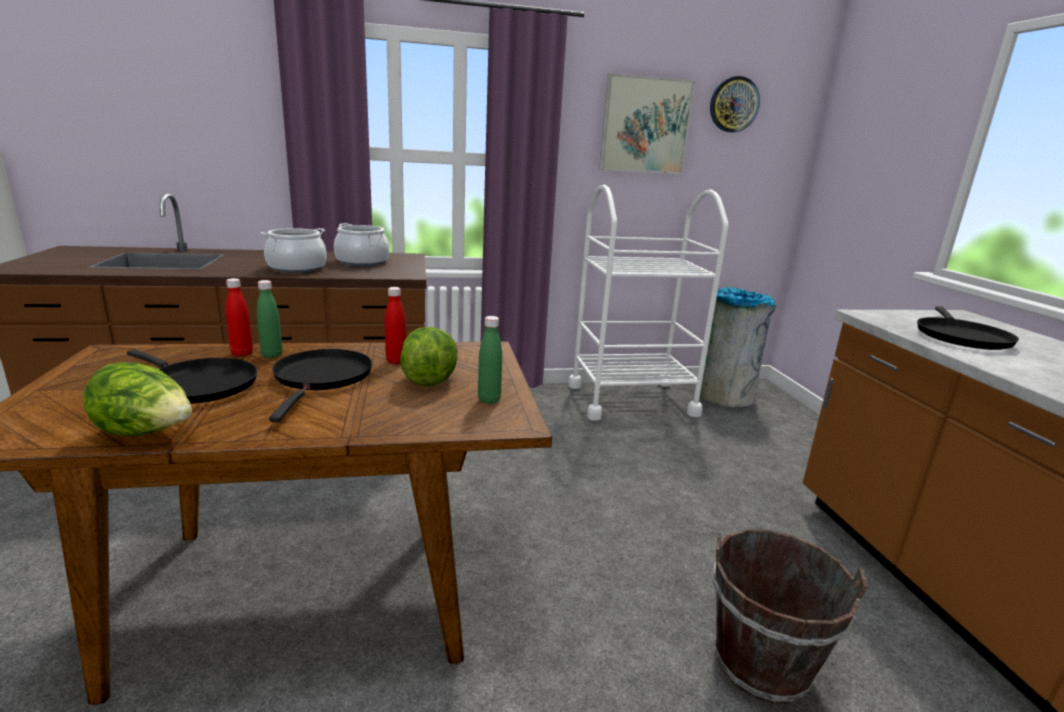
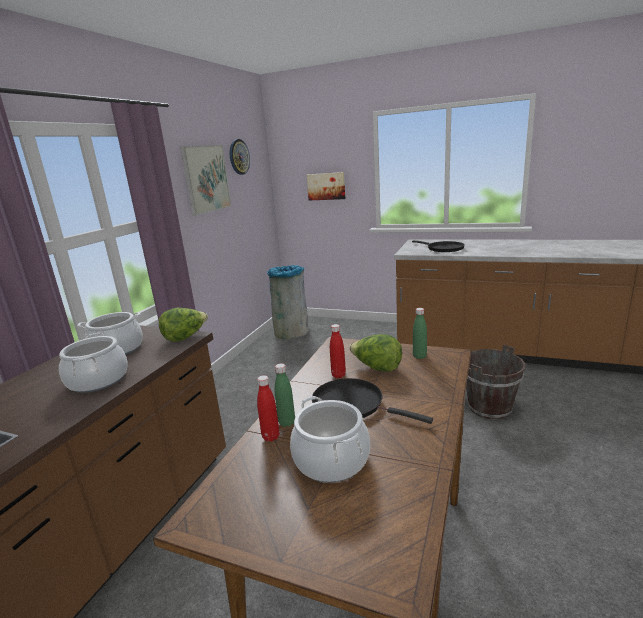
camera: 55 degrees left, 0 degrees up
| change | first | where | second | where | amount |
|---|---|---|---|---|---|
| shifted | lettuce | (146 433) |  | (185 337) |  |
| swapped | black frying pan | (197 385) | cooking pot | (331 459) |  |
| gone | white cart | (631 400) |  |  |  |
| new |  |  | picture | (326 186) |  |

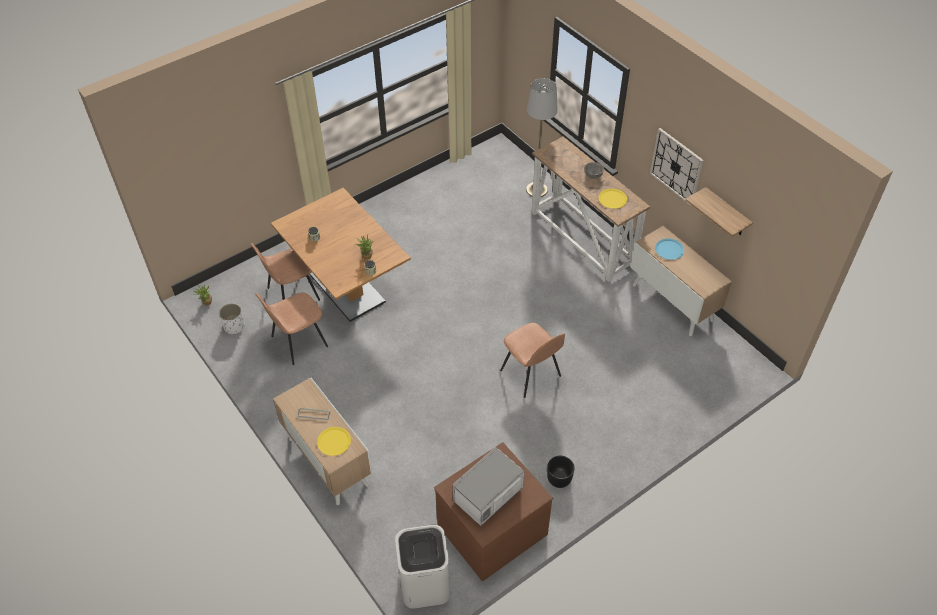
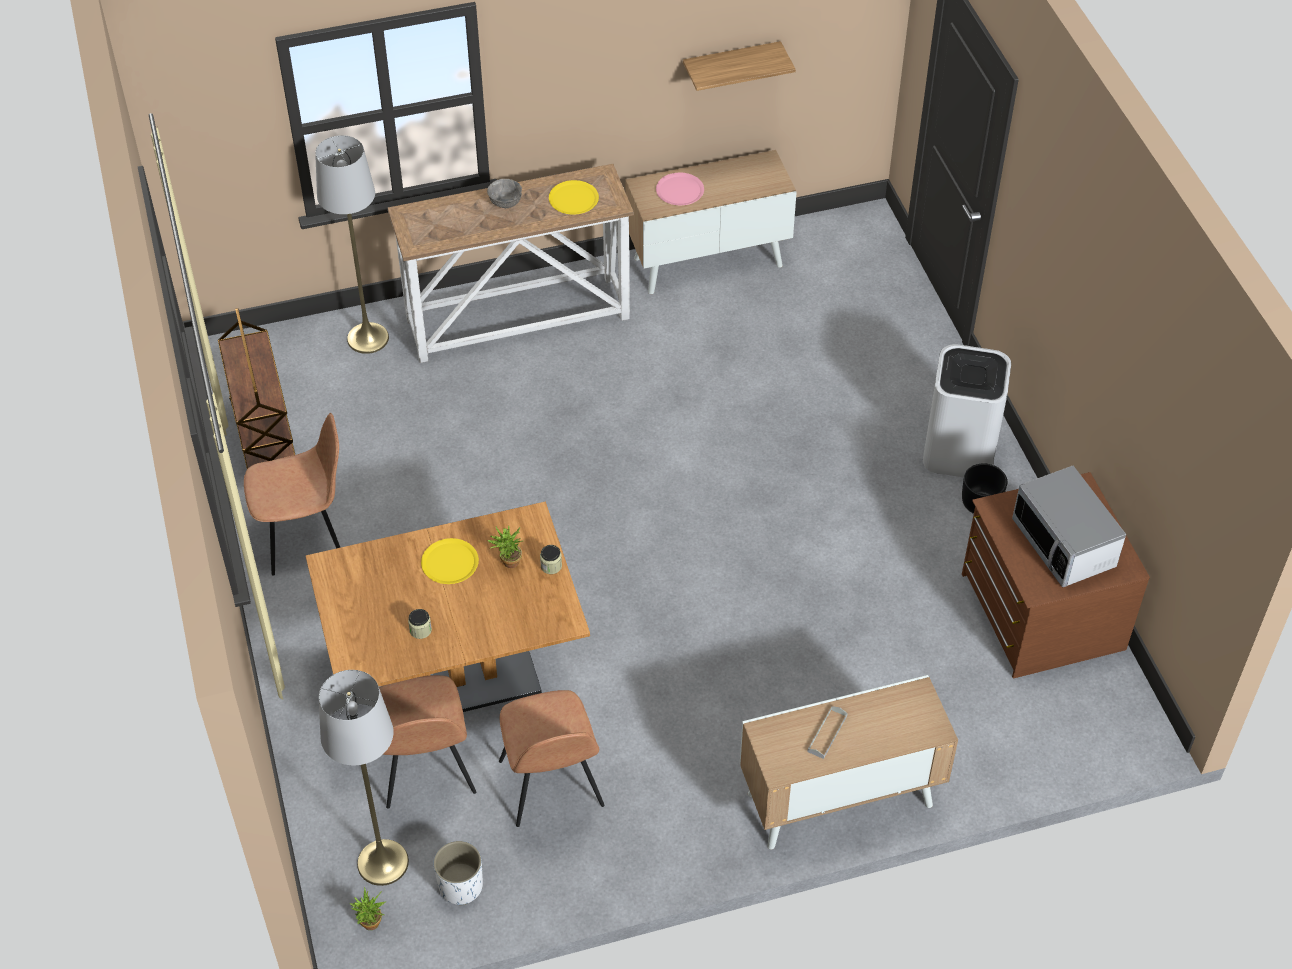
camera: 70 degrees left, 0 degrees up
| change | first | where | second | where | amount |
|---|---|---|---|---|---|
| shifted | yellow plate | (334 441) |  | (450 562) |  |
| shifted | white trash can | (425 583) |  | (958 450) |  |
| shifted | brown chair | (531 374) |  | (306 537) |  |
| gone | wall clock | (676 166) |  |  |  |
| repainted | blue plate | (669 249) | pink plate | (680 190) |  |
| new |  |  | brown cart | (265 440) |  |
| new |  |  | grey floor lamp | (382 862) |  |

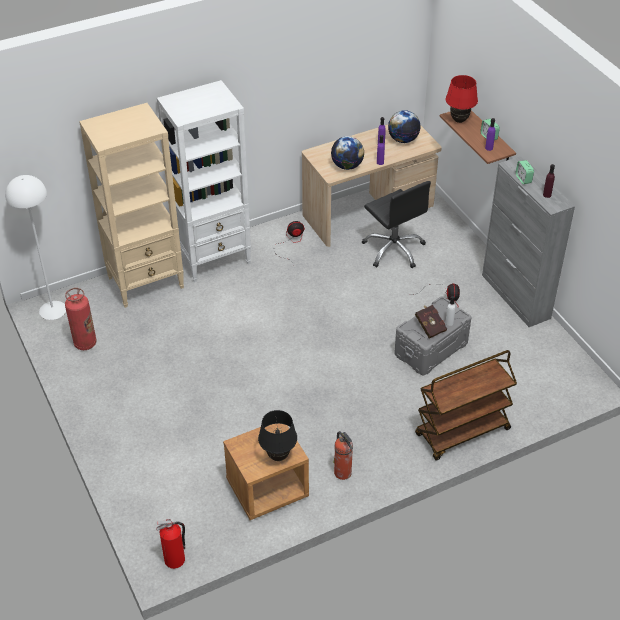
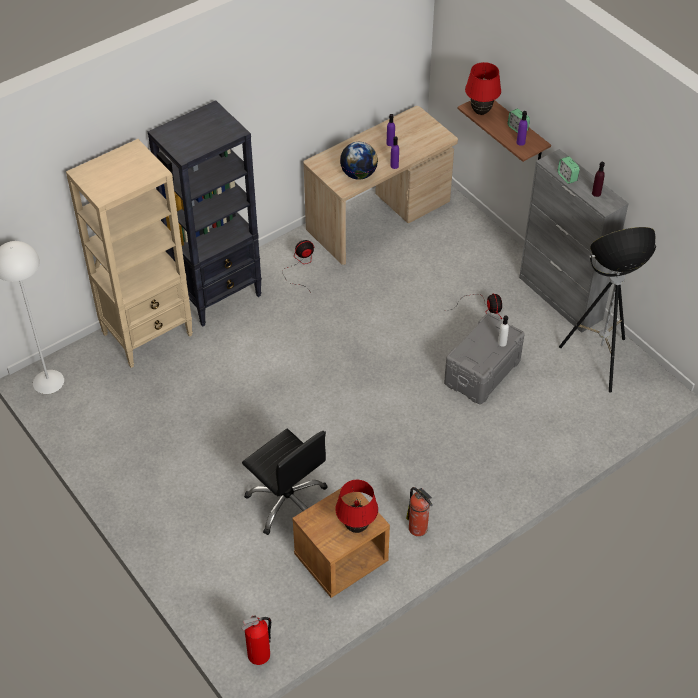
camera: 10 degrees left, 5 degrees up
| change | first | where | second | where | amount |
|---|---|---|---|---|---|
| gone | fire extinguisher | (85 343) |  |  |  |
| repainted | white bookcase | (214 258) | black bookcase | (218 294) |  |
| repainted | black table lamp | (278 456) | red table lamp | (356 527) |  |
| shifted | black office chair | (394 249) |  | (288 502) |  |
| gone | globe | (403 139) |  |  |  |
| gone | red book | (429 326) |  |  |  |
| gone | brown cart | (462 433) |  |  |  |
| new |  |  | floor lamp | (598 361) |  |

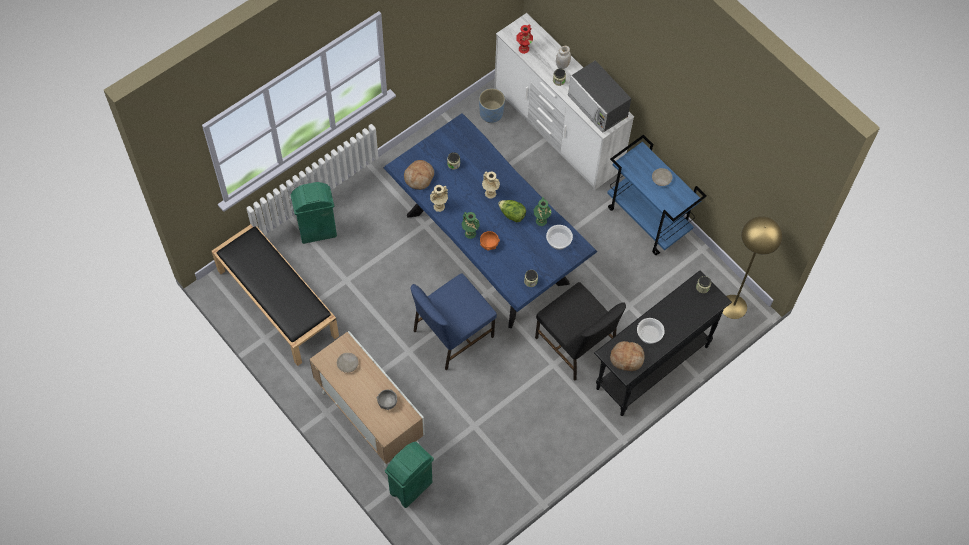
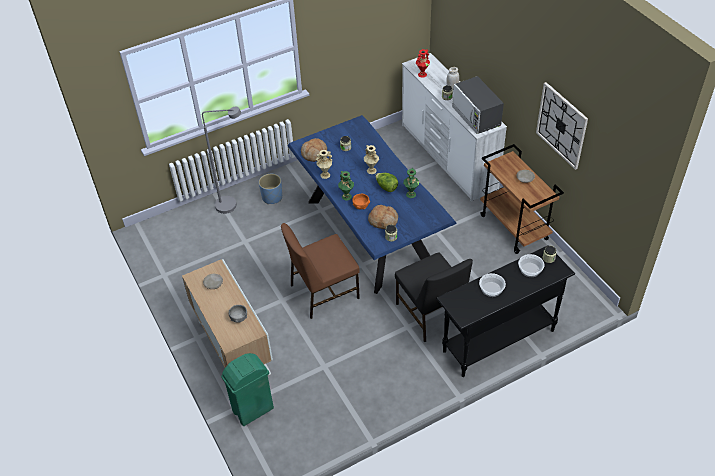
camera: 15 degrees right, 15 degrees down
| change | first | where | second | where | amount |
|---|---|---|---|---|---|
| gone | black bench | (276 302) |  |  |  |
| swapped | green trash can | (317 231) | grey floor lamp | (232 204) |  |
| repainted | blue chair | (452 334) | brown chair | (323 292) |  |
| shifted | blue planter | (491 113) |  | (272 197) |  |
| shifted | bowl | (559 241) |  | (530 270) |  |
| repainted | blue cart | (648 220) | brown cart | (514 227) |  |
| shifted | bread | (627 358) |  | (383 220) |  |
| gone | yellow floor lamp | (733 307) |  |  |  |
| new |  |  | wall clock | (561 125) |  |

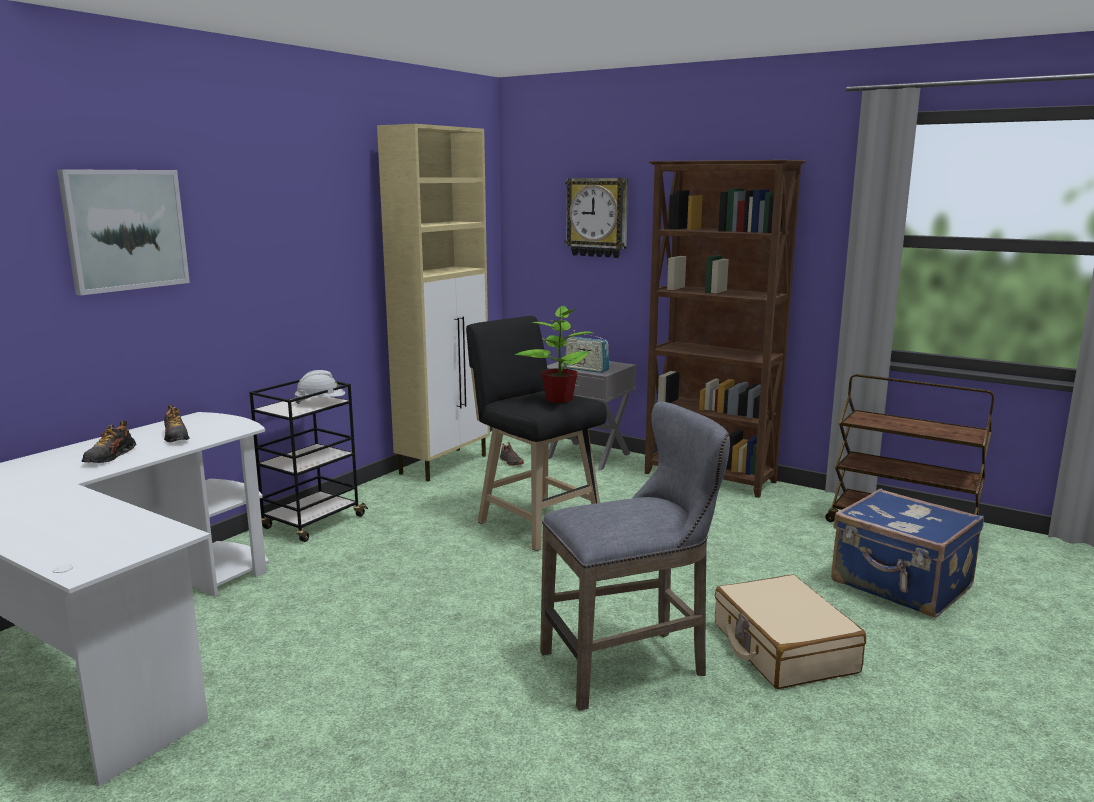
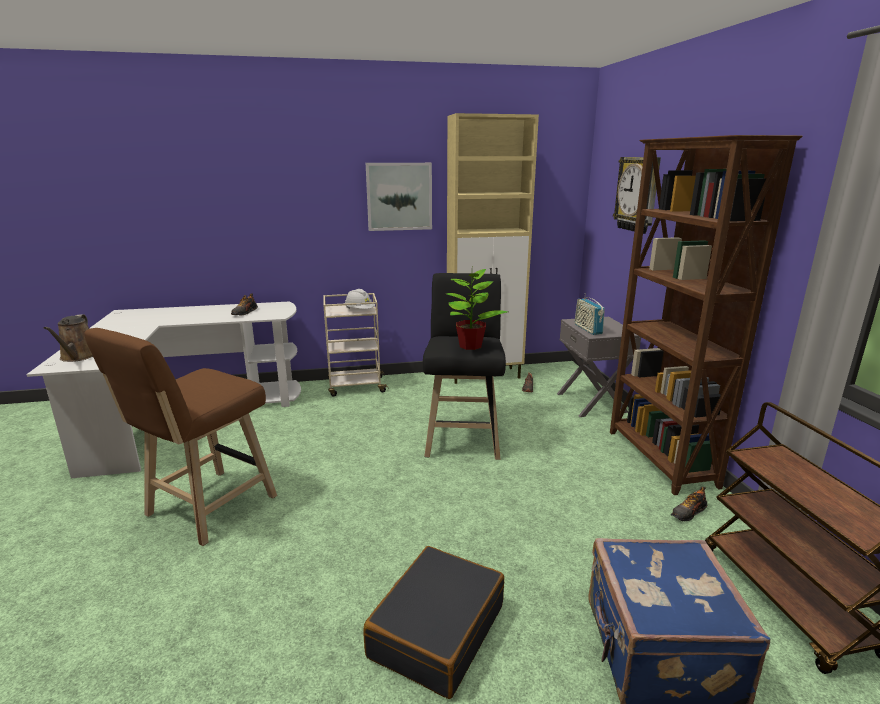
camera: 45 degrees right, 5 degrees up
| change | first | where | second | where | amount |
|---|---|---|---|---|---|
| shifted | picture | (125 230) |  | (399 196) |  |
| shifted | shoe | (110 457) |  | (688 513) |  |
| repainted | black cart | (312 523) | beige cart | (355 387) |  |
| gone | grey stool | (632 664) |  |  |  |
| repainted | beige suitcase | (783 648) | black suitcase | (436 630) |  |
| new |  |  | brown watering can | (79 357) |  |
| new |  |  | brown stool | (206 509) |  |

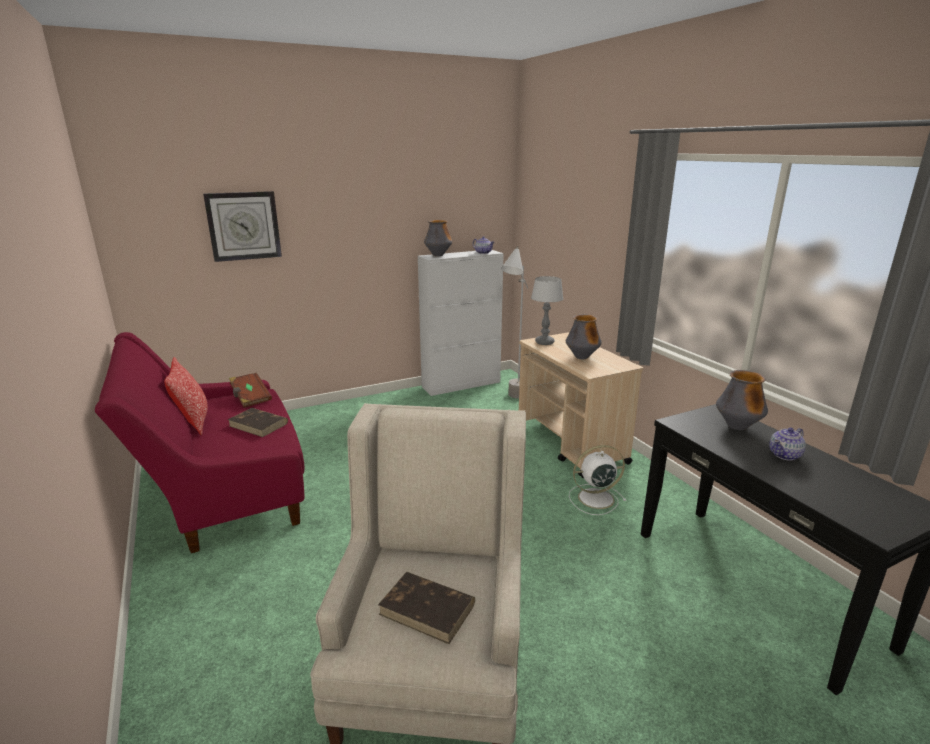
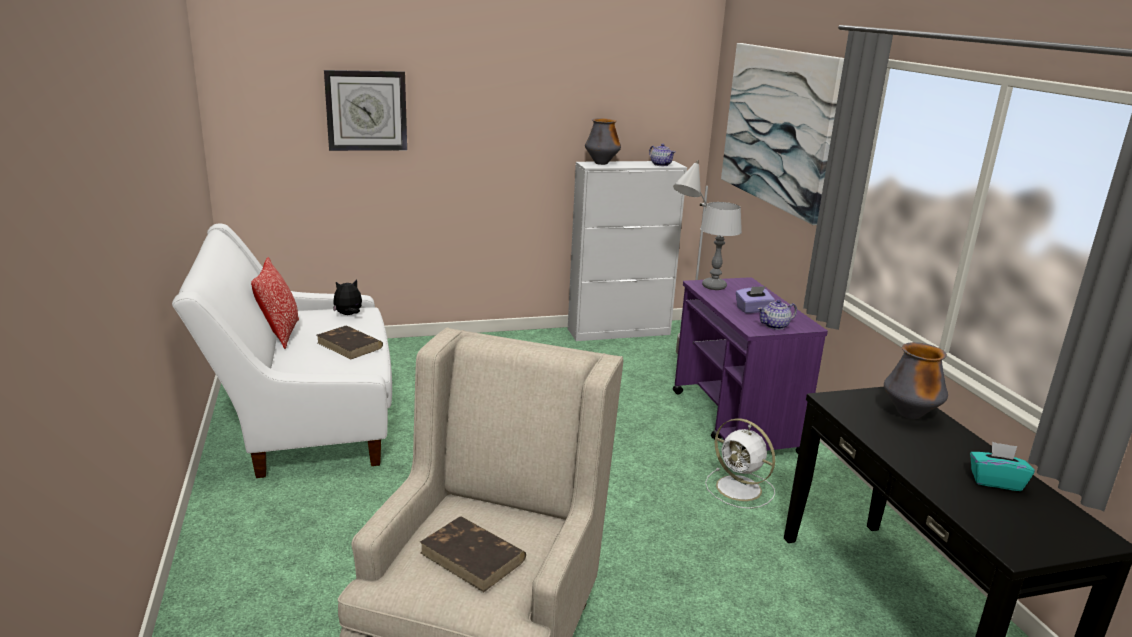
camera: 10 degrees right, 0 degrees up
| change | first | where | second | where | amount |
|---|---|---|---|---|---|
| repainted | red sofa | (223 490) | white sofa | (304 417) |  |
| swapped | brown book | (250 398) | plush toy | (348 315) |  |
| repainted | beige cart | (571 445) | purple cart | (735 422) |  |
| swapped | vase | (582 357) | purple tissue box | (753 310) |  |
| rotated | white fan | (594 498) |  | (740 489) | 135 degrees counterclockwise |
| shifted | teapot | (785 455) |  | (775 326) |  |
| new |  |  | picture | (777 127) |  |
| new |  |  | turquoise tissue box | (995 481) |  |

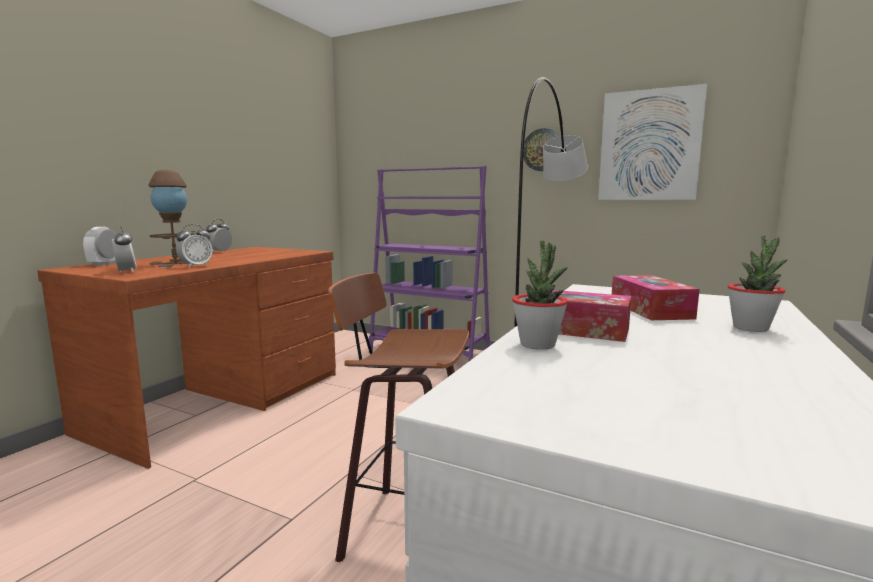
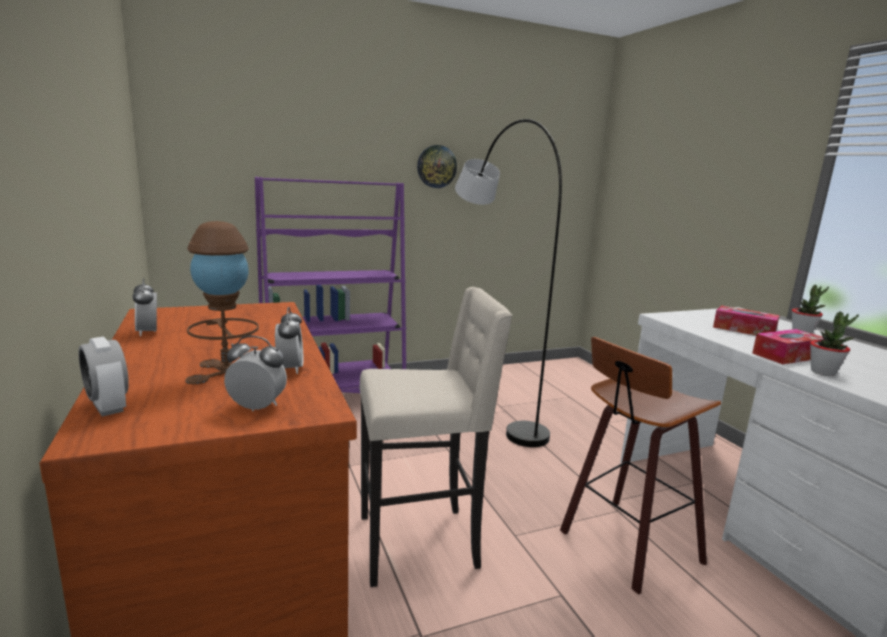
camera: 50 degrees left, 5 degrees up
| change | first | where | second | where | amount |
|---|---|---|---|---|---|
| gone | picture | (649 145) |  |  |  |
| new |  |  | beige stool | (420 543) |  |

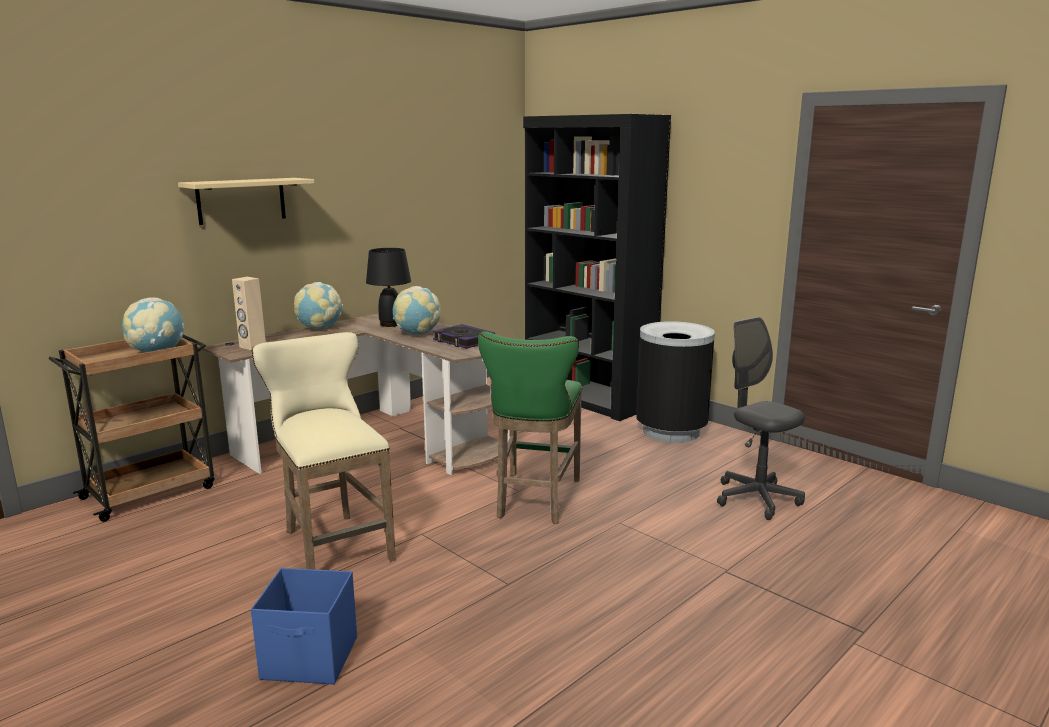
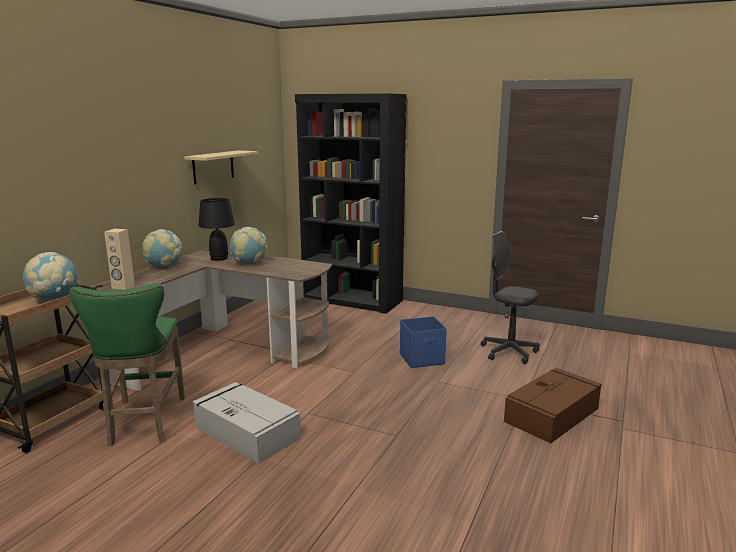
camera: 20 degrees left, 0 degrees up
| change | first | where | second | where | amount |
|---|---|---|---|---|---|
| shifted | beige shelf | (241 200) |  | (213 167) |  |
| shifted | blue storage box | (311 659) |  | (422 359) |  |
| swapped | beige stool | (333 543) | grey storage box | (246 432) |  |
| gone | book | (463 341) |  |  |  |
| shifted | green stool | (534 500) |  | (144 423) |  |
| gone | black trash can | (671 431) |  |  |  |
| new |  |  | brown storage box | (552 414) |  |

